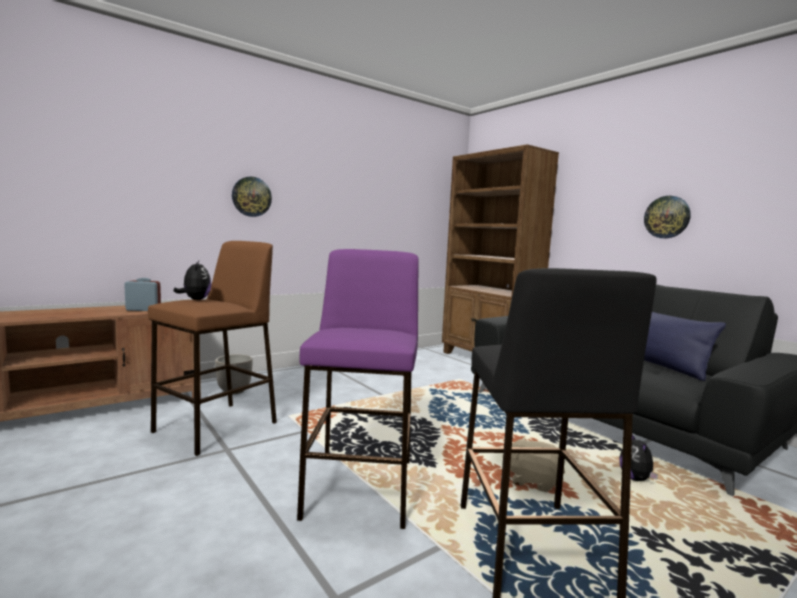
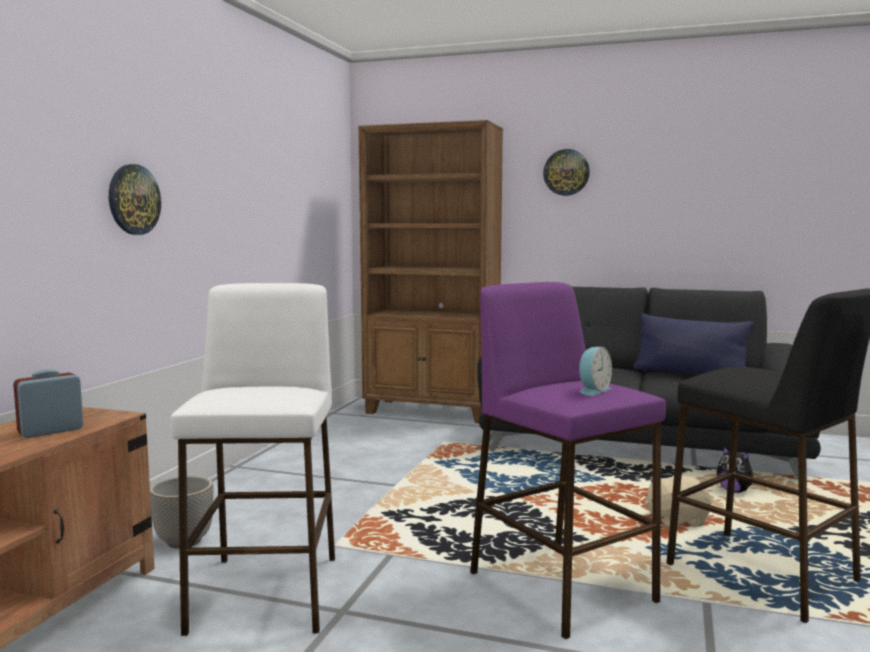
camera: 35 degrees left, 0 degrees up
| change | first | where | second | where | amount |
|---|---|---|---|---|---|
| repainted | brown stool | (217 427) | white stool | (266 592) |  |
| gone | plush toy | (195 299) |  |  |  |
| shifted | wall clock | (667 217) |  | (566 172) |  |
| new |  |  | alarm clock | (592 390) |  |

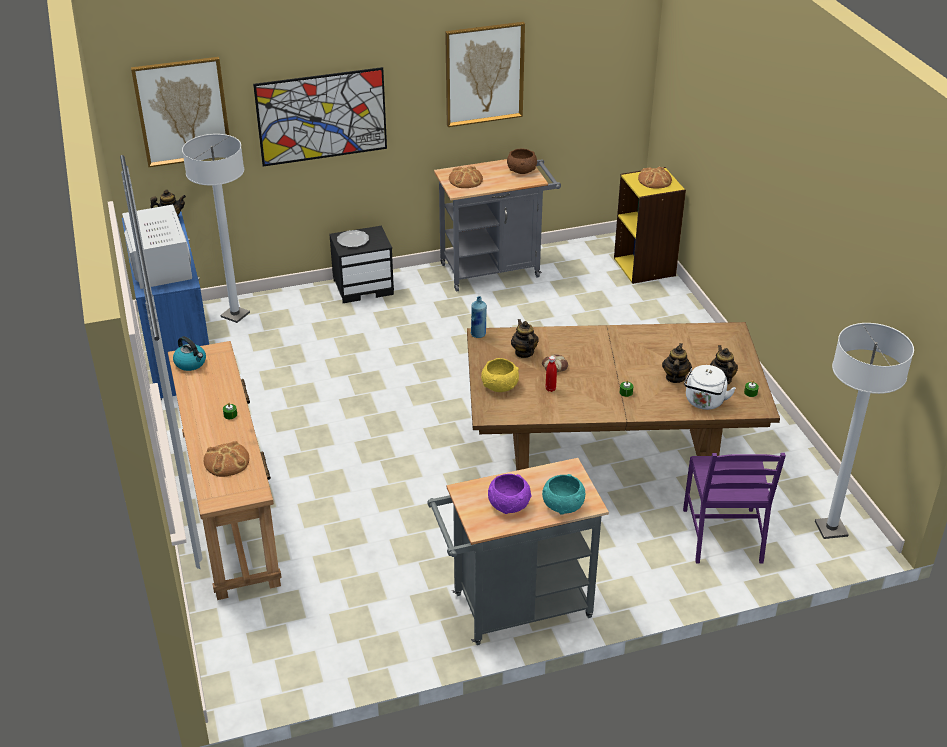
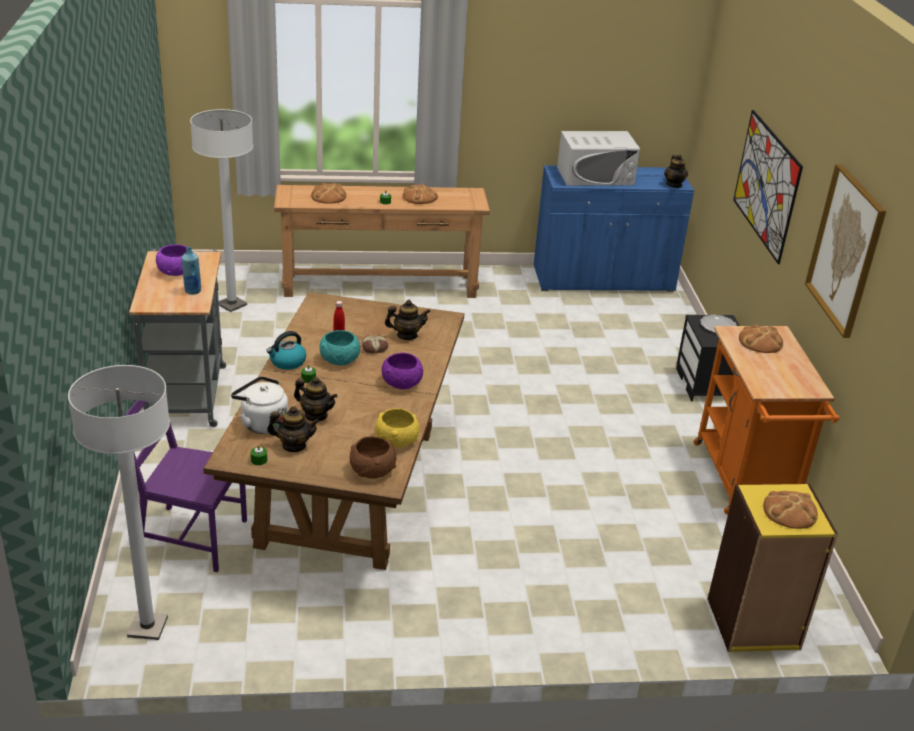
camera: 100 degrees right, 5 degrees down
| change | first | where | second | where | amount |
|---|---|---|---|---|---|
| gone | picture | (182 111) |  |  |  |
| shifted | kettle | (191 363) |  | (287 362) |  |
| shifted | white floor lamp | (235 315) |  | (232 305) |  |
| repainted | grey cart | (496 269) | orange cart | (746 483) |  |
| shifted | blue bottle | (478 334) |  | (192 291) |  |
| shifted | yellow bowl | (499 385) |  | (396 440) |  |
| shifted | brown bowl | (521 170) |  | (372 470) |  |
| shifted | turquoise bowl | (563 505) |  | (340 359) |  |
| new |  |  | purple bowl | (402 383) |  |
| new |  |  | bread | (419 197) |  |

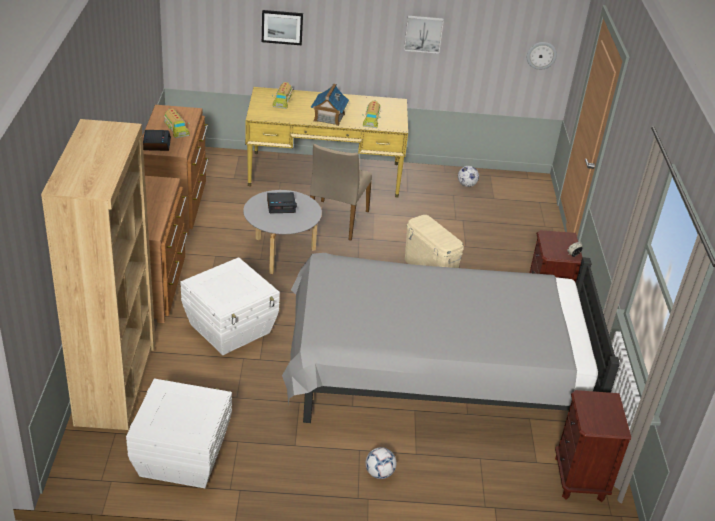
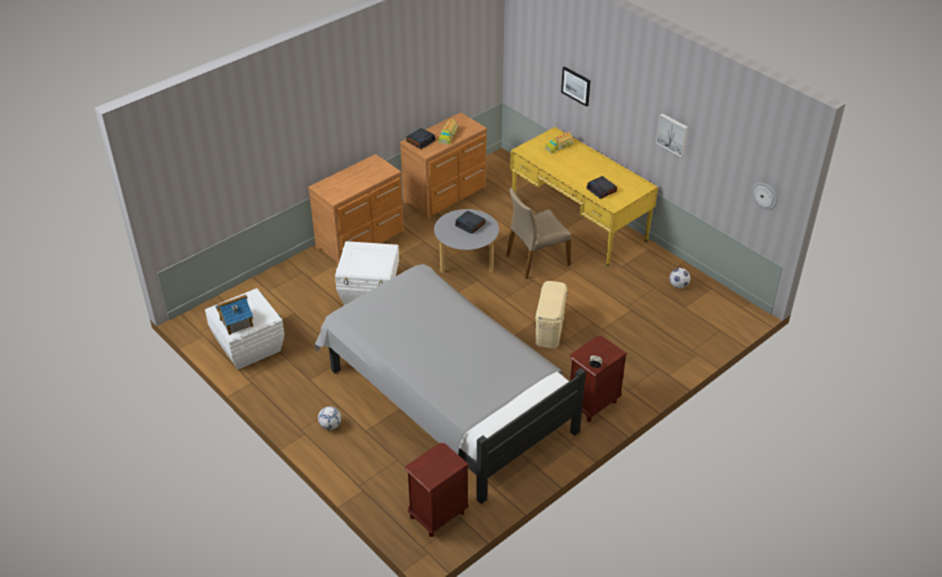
camera: 50 degrees right, 5 degrees up
| change | first | where | second | where | amount |
|---|---|---|---|---|---|
| gone | brown bookcase | (116 382) |  |  |  |
| shifted | toy house | (329 117) |  | (236 322) |  |
| swapped | toy truck | (371 119) | alarm clock | (602 190) |  |

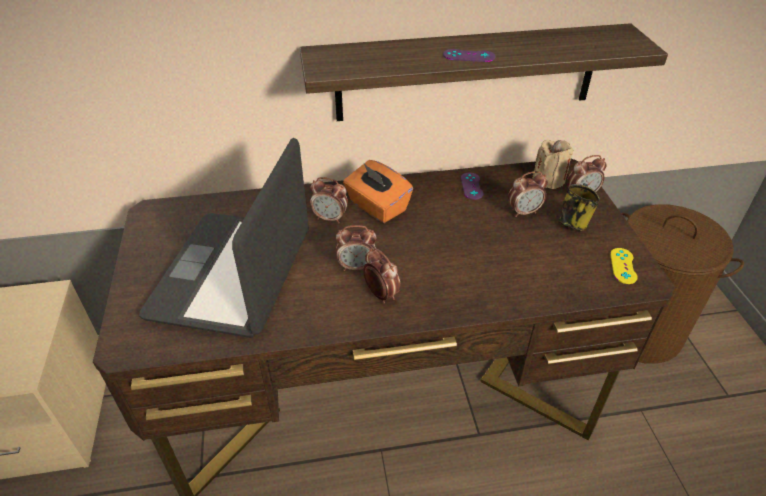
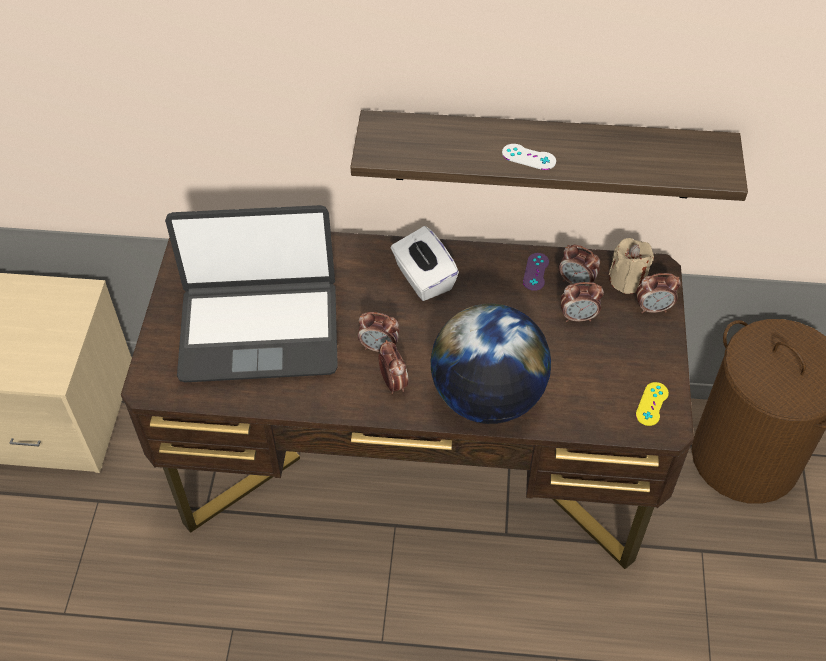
camera: 15 degrees right, 10 degrees up
| change | first | where | second | where | amount |
|---|---|---|---|---|---|
| rotated | laptop | (234 274) |  | (259 330) | 120 degrees counterclockwise |
| shifted | alarm clock | (330 218) |  | (576 282) |  |
| repainted | orange tissue box | (377 207) | white tissue box | (423 278) |  |
| repainted | purple game controller | (469 56) | white game controller | (528 157) |  |
| gone | mug | (573 222) |  |  |  |
| new |  |  | globe | (487 397) |  |

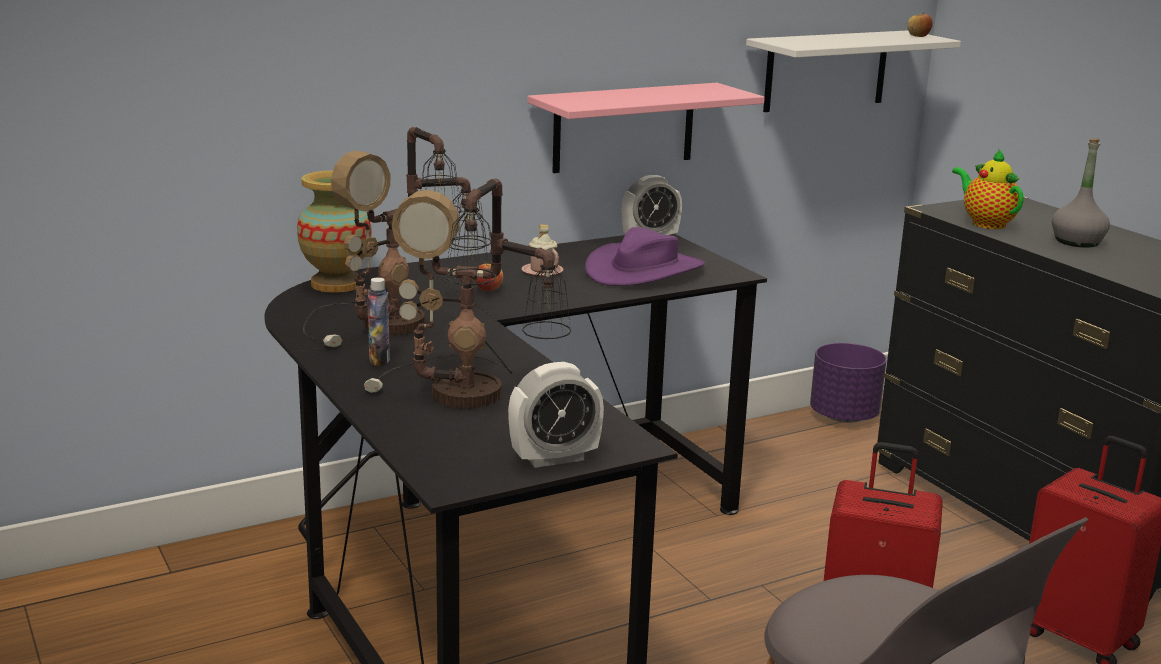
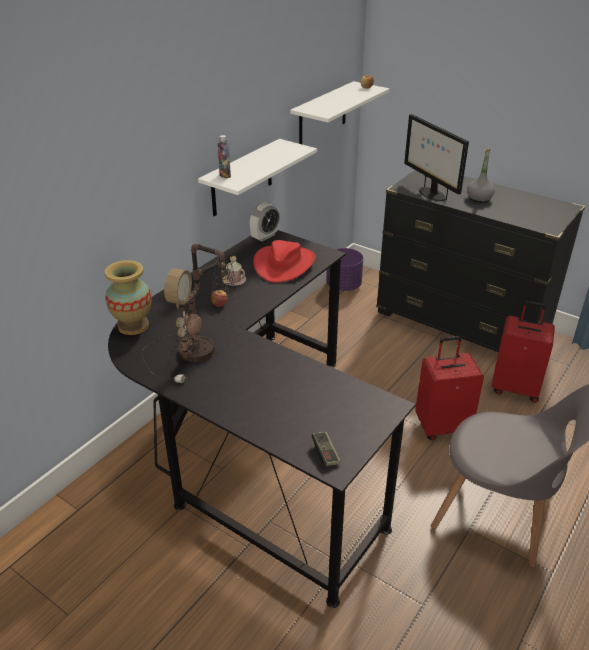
camera: 25 degrees left, 15 degrees up
| change | first | where | second | where | amount |
|---|---|---|---|---|---|
| gone | table lamp | (470 396) |  |  |  |
| shifted | bottle | (379 360) |  | (225 175) |  |
| gone | alarm clock | (554 458) |  |  |  |
| repainted | pink shelf | (624 127) | white shelf | (242 178) |  |
| repainted | purple hat | (644 270) | red hat | (284 264) |  |
| swapped | teapot | (985 223) | monitor | (431 194) |  |
| new |  |  | game controller | (325 453) |  |

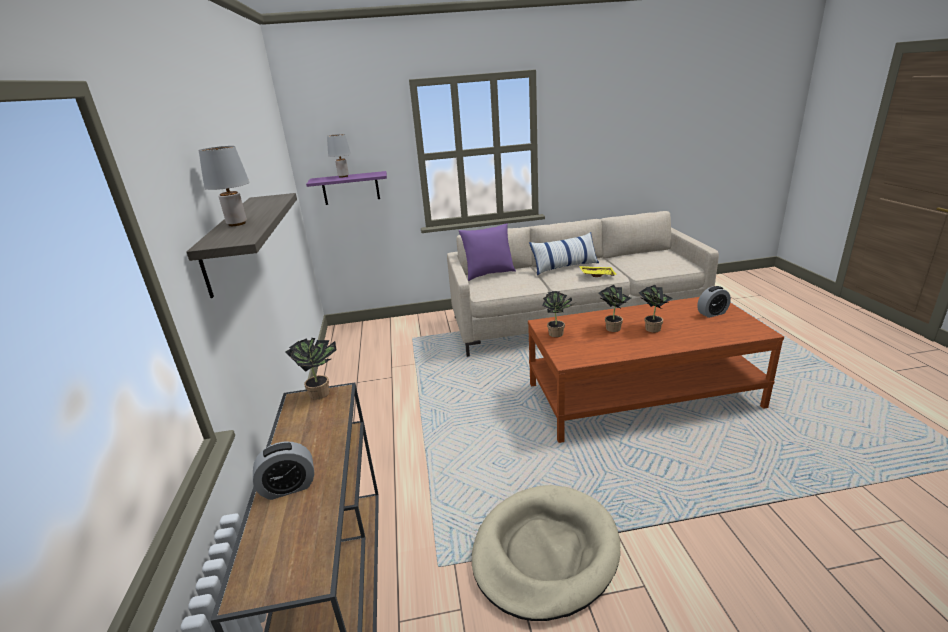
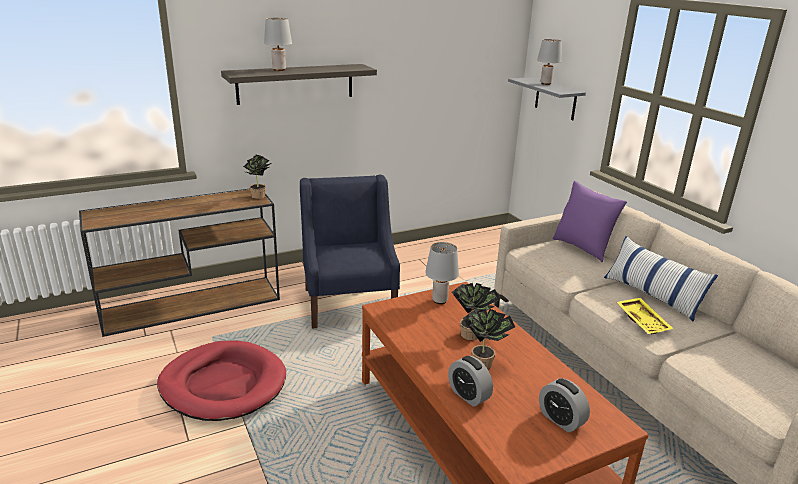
camera: 70 degrees right, 0 degrees up
| change | first | where | second | where | amount |
|---|---|---|---|---|---|
| shifted | alarm clock | (288 487) |  | (468 395) |  |
| repainted | purple shelf | (350 188) | grey shelf | (555 99) |  |
| repainted | beige dog bed | (545 553) | red dog bed | (223 384) |  |
| swapped | potted plant | (558 334) | grey table lamp | (439 300) |  |
| new |  |  | blue armchair | (349 303) |  |

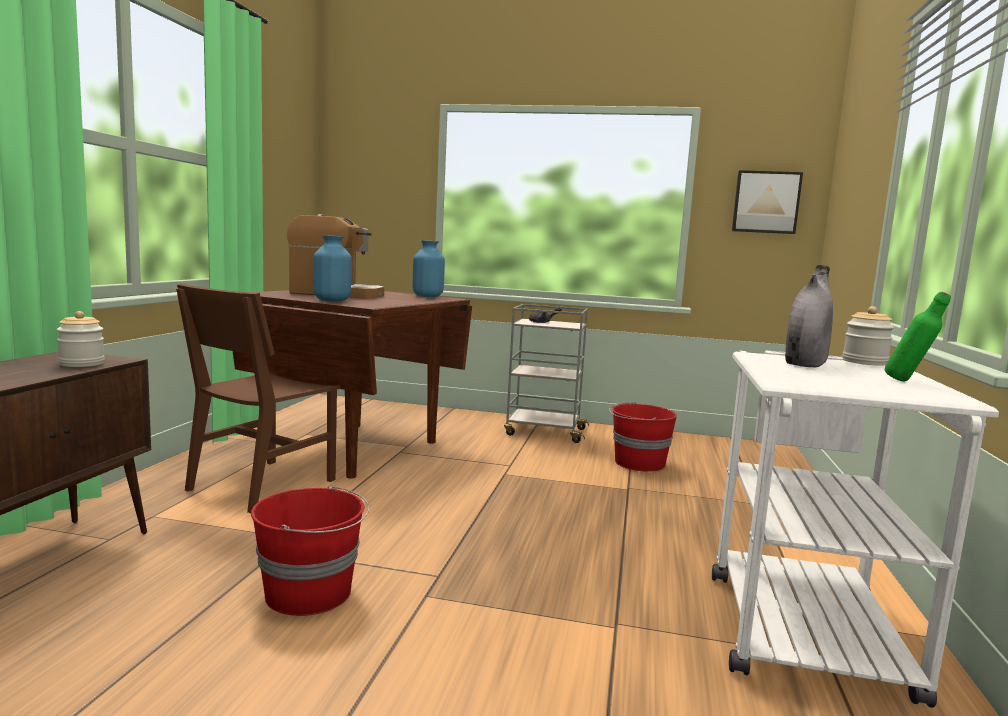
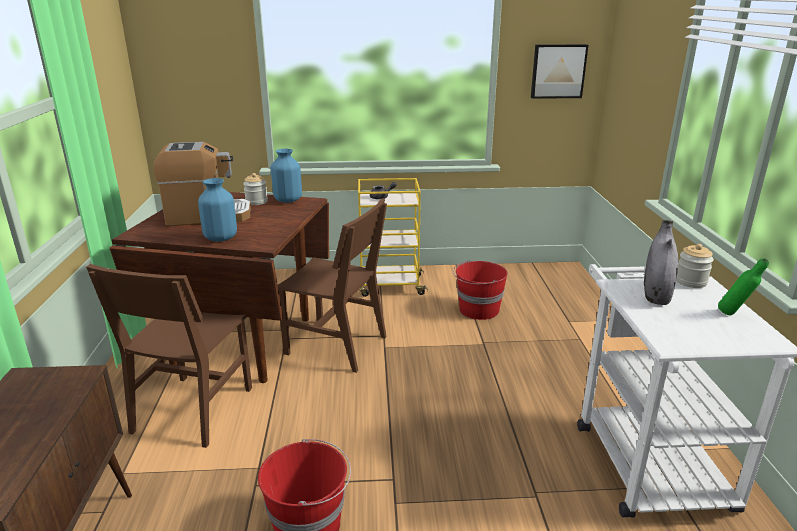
camera: 15 degrees left, 15 degrees up
| change | first | where | second | where | amount |
|---|---|---|---|---|---|
| shifted | jar | (82 364) |  | (256 202) |  |
| repainted | grey cart | (544 432) | yellow cart | (390 286) |  |
| new |  |  | brown chair | (336 345) |  |

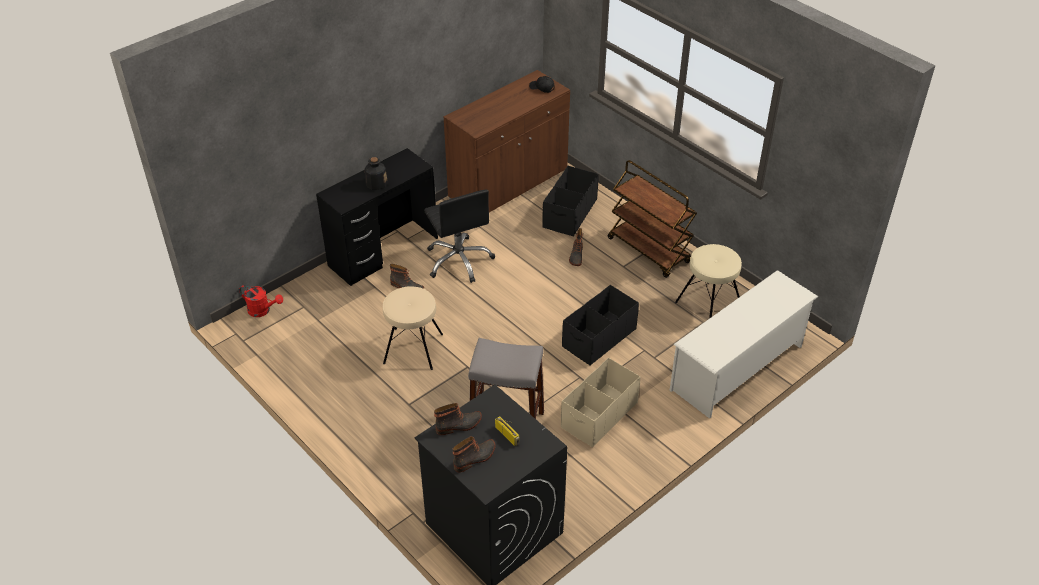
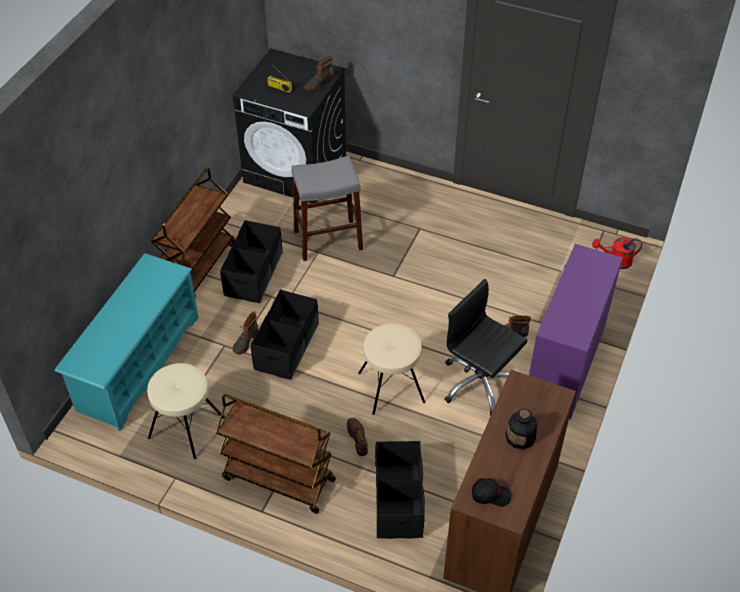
camera: 155 degrees right, 5 degrees up
| change | first | where | second | where | amount |
|---|---|---|---|---|---|
| repainted | black desk | (383 251) | purple desk | (565 365) |  |
| shifted | bottle | (376 183) |  | (520 437) |  |
| shifted | beige stool | (413 348) |  | (391 387) |  |
| shifted | boot | (475 458) |  | (245 341) |  |
| repainted | beige storage box | (599 415) | black storage box | (254 274) |  |
| repainted | white shoe rack | (737 368) | turquoise shoe rack | (138 363) |  |
| new |  |  | brown cart | (198 266) |  |

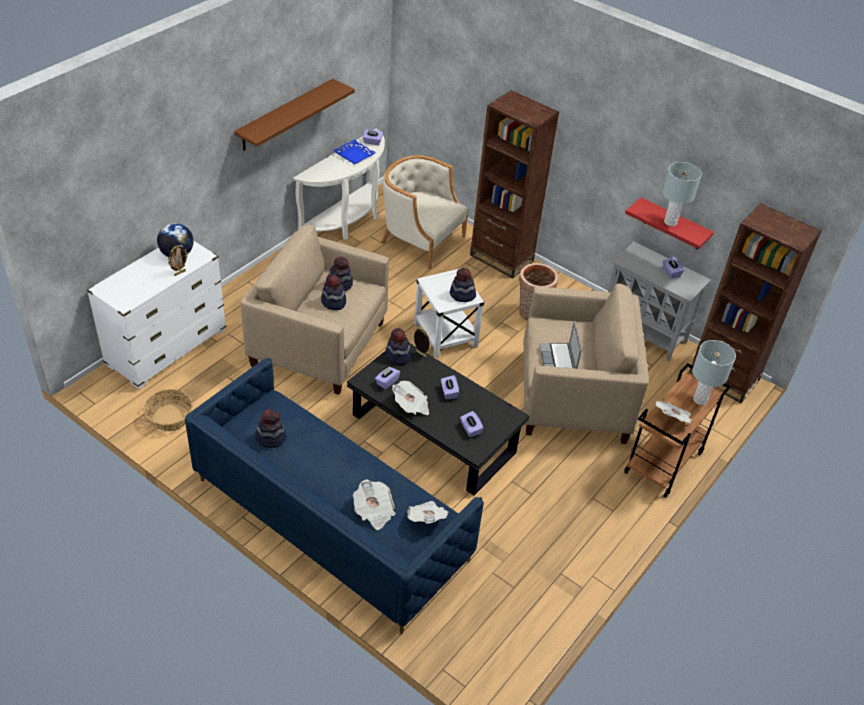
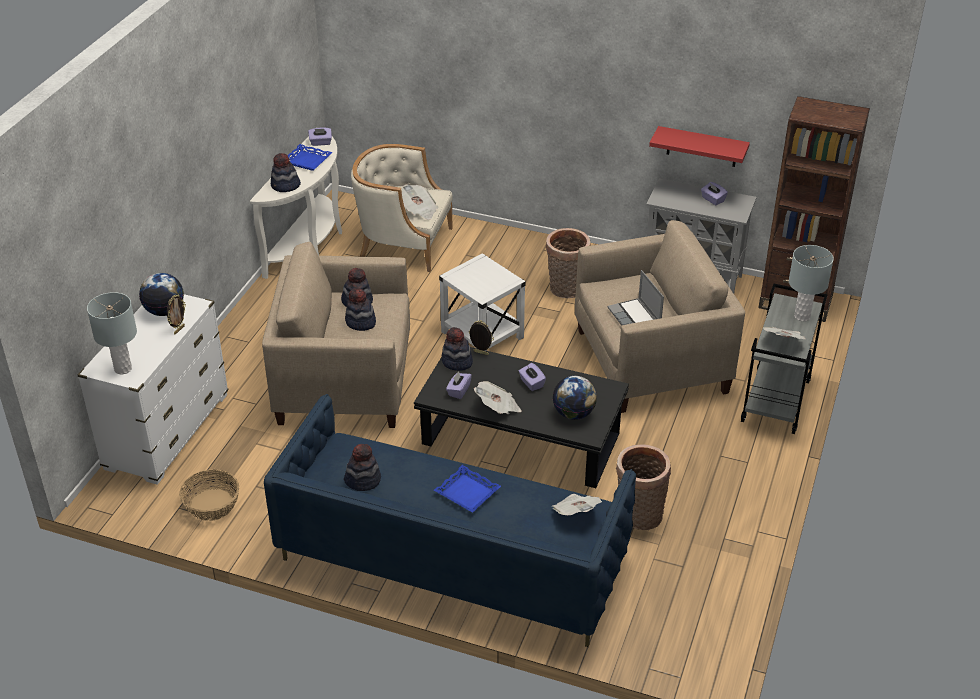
camera: 15 degrees left, 5 degrees down
| change | first | where | second | where | amount |
|---|---|---|---|---|---|
| gone | brown shelf | (285 115) |  |  |  |
| shifted | newspaper | (374 511) |  | (419 210) |  |
| shifted | hat | (462 295) |  | (285 186) |  |
| swapped | purple tissue box | (470 429) | globe | (574 414) |  |
| gone | brown bookcase | (501 258) |  |  |  |
| repainted | brown cart | (663 463) | grey cart | (776 402) |  |
| shifted | grey table lamp | (670 222) |  | (122 369) |  |
| new |  |  | blue tray | (467 492) |  |
| new |  |  | basket | (638 515) |  |

